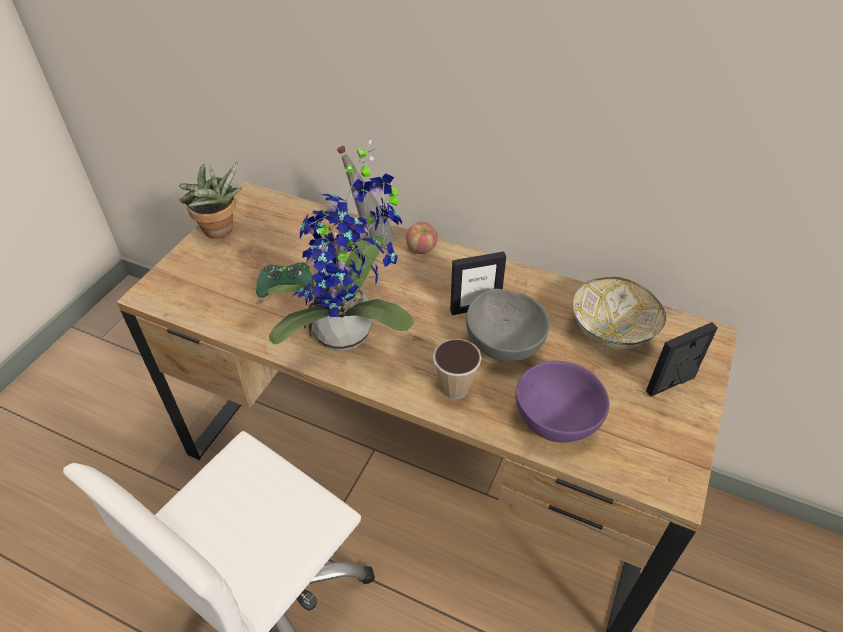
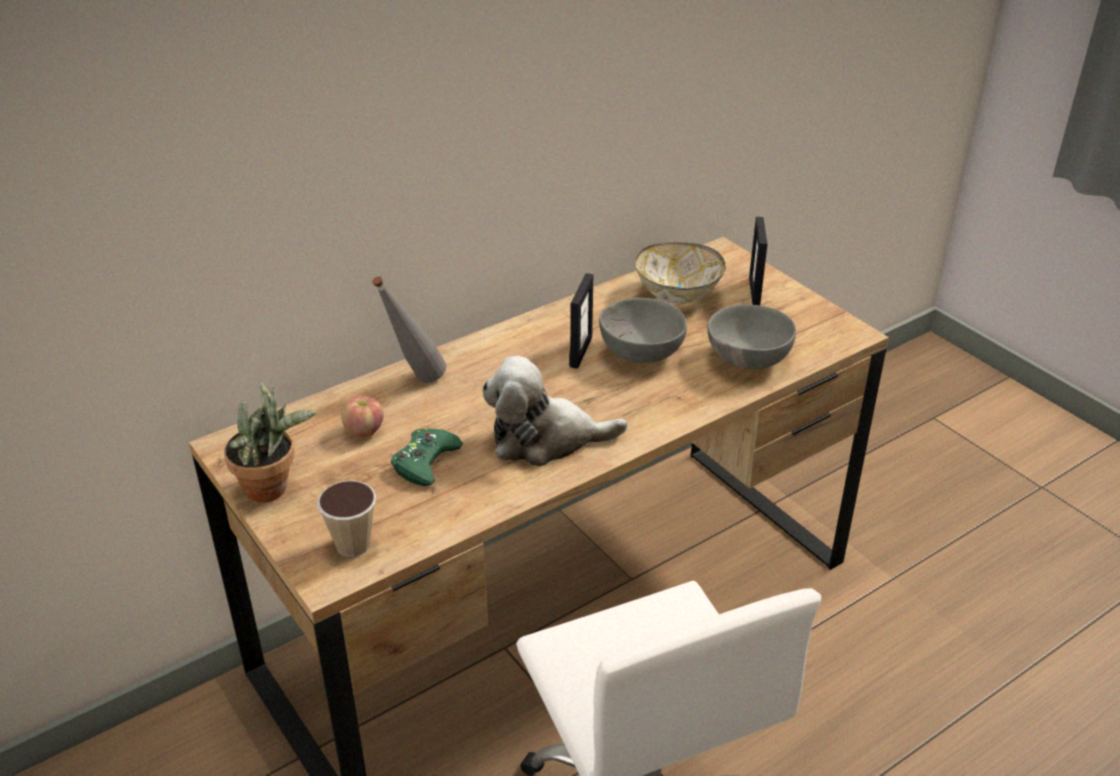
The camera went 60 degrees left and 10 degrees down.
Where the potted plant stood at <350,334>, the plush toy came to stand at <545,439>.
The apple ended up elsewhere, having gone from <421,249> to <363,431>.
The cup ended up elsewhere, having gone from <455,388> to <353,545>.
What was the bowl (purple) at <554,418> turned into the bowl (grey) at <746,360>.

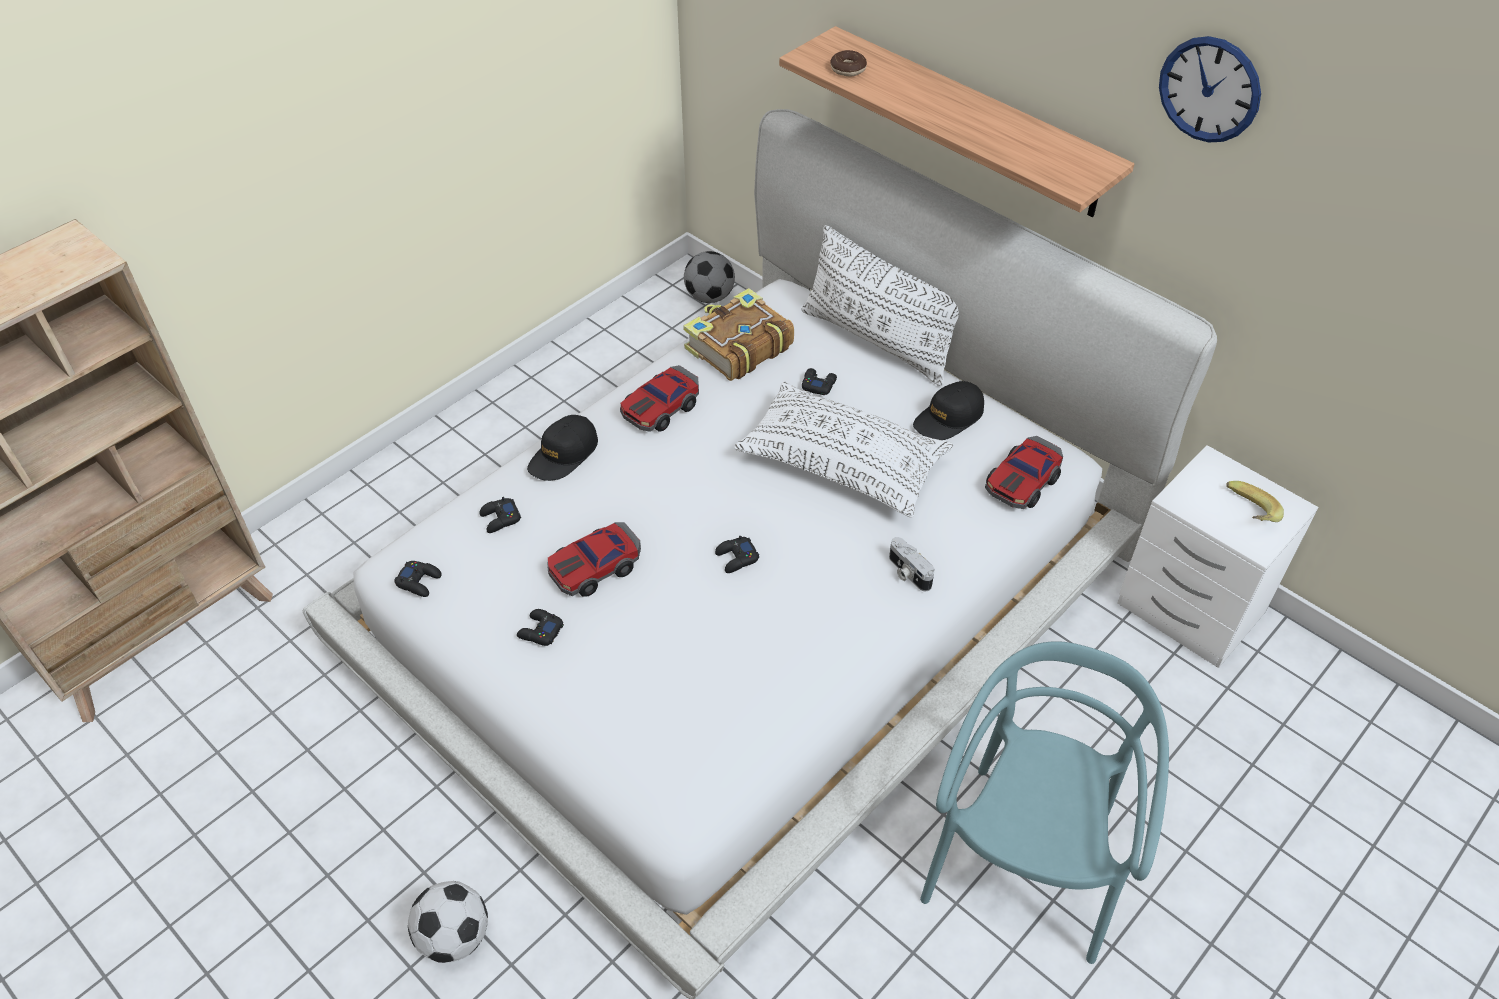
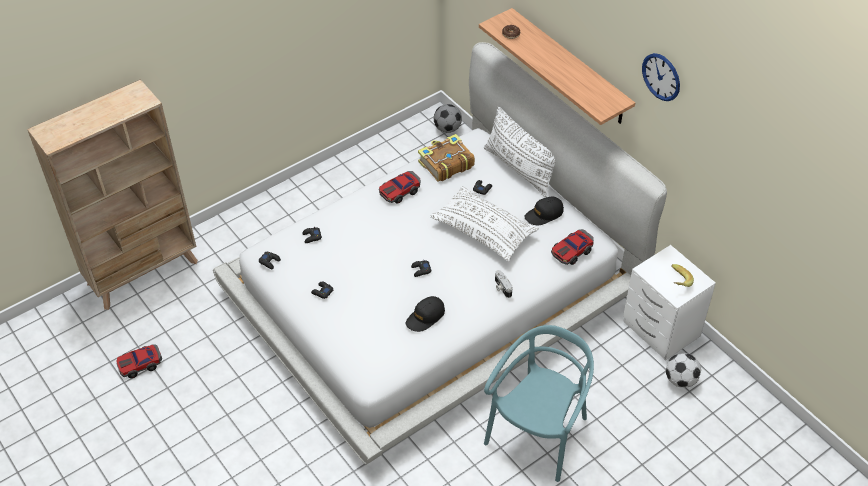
The camera went 10 degrees right and 0 degrees up.
The cap (black) ended up elsewhere, having gone from <563,455> to <425,317>.
The toy car ended up elsewhere, having gone from <595,568> to <140,364>.
The football ended up elsewhere, having gone from <454,937> to <680,380>.

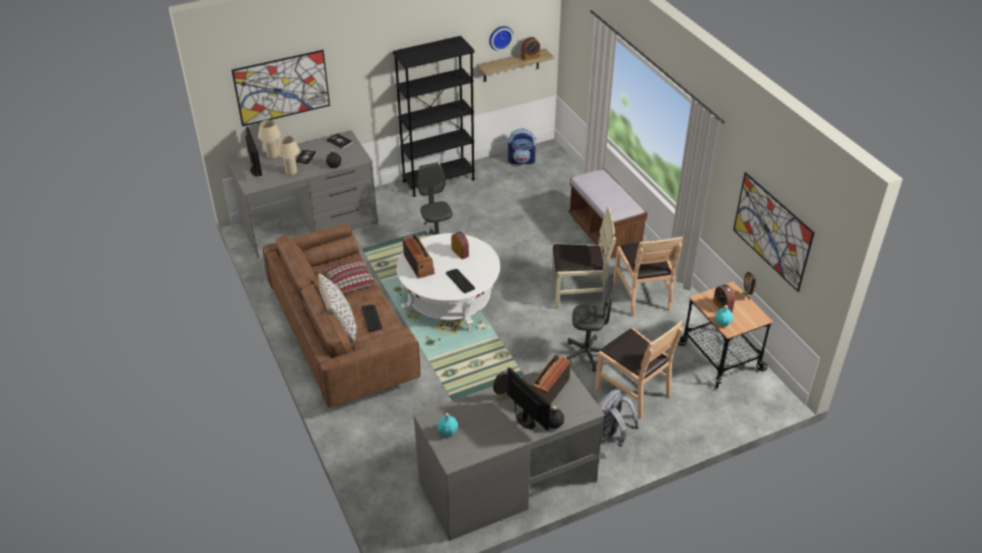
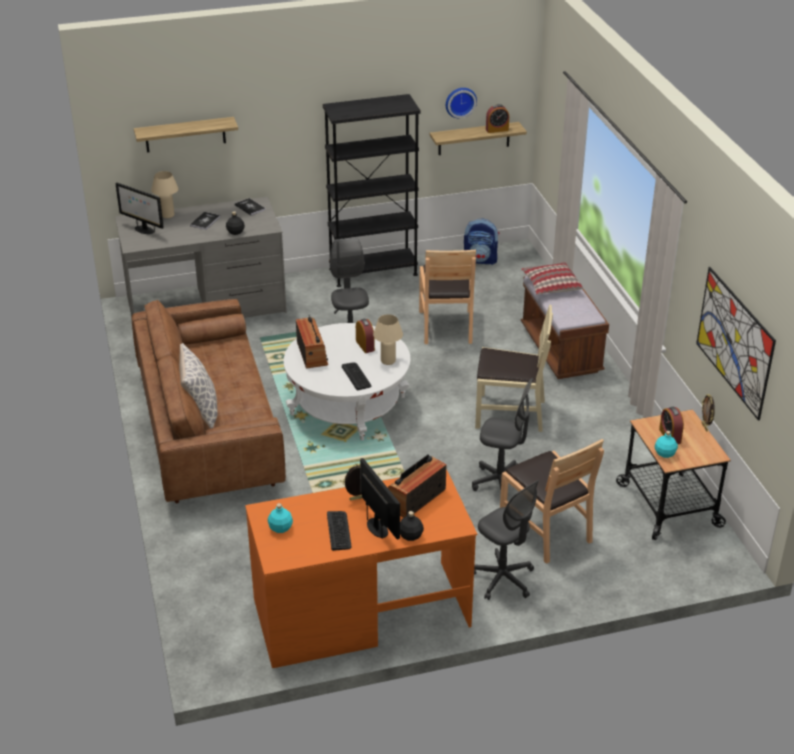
The camera went 10 degrees right and 5 degrees down.
Where the picture hung at <282,88>, the shelf came to hang at <185,134>.
The monitor at <256,171> ended up facing another way, 135 degrees clockwise from before.
The table lamp (beige) ended up elsewhere, having gone from <291,172> to <388,361>.
The chair (brown) ended up elsewhere, having gone from <642,295> to <446,326>.
The pillow ended up elsewhere, having gone from <349,282> to <551,285>.
The keyboard ended up elsewhere, having gone from <372,318> to <339,531>.
What was the desk (grey) at <507,481> turned into the desk (orange) at <360,612>.
Where the backpack (grey) stood at <610,437>, the office chair (grey) came to stand at <503,579>.

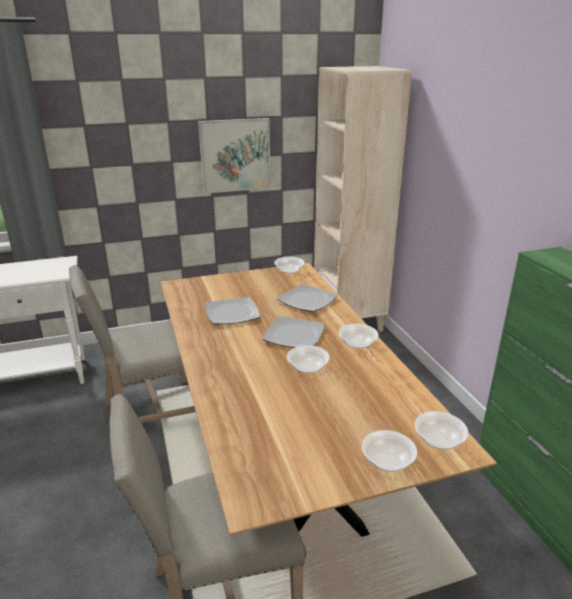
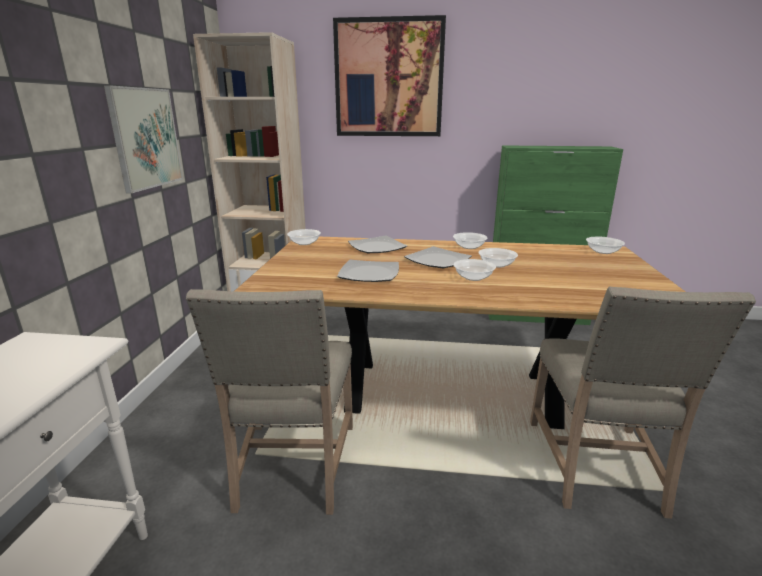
The camera went 65 degrees left and 5 degrees down.
The bowl ended up elsewhere, having gone from <387,461> to <473,277>.
The second view gained the picture at <388,79>.

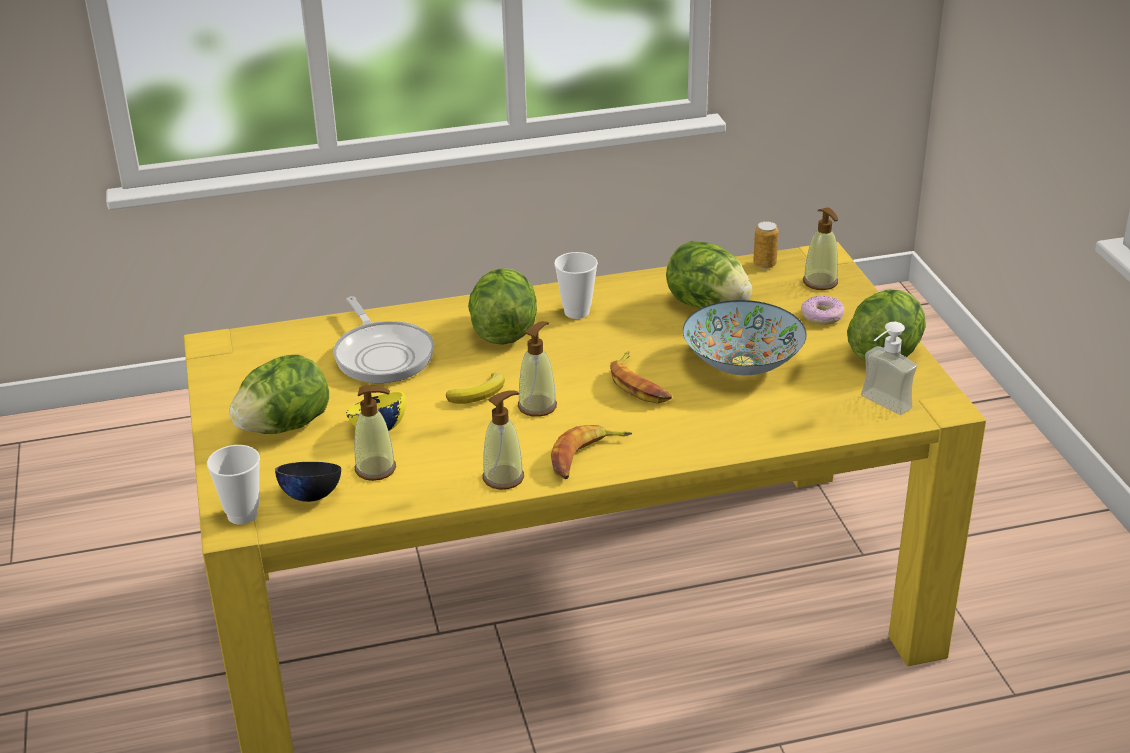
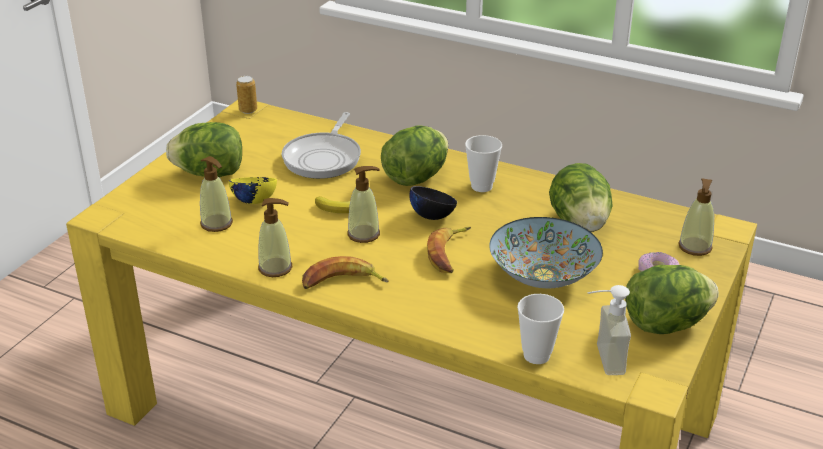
The camera went 40 degrees right and 0 degrees up.
The can ended up elsewhere, having gone from <764,264> to <248,110>.
The cup ended up elsewhere, having gone from <242,515> to <536,355>.
The bowl (black) ended up elsewhere, having gone from <311,495> to <433,216>.

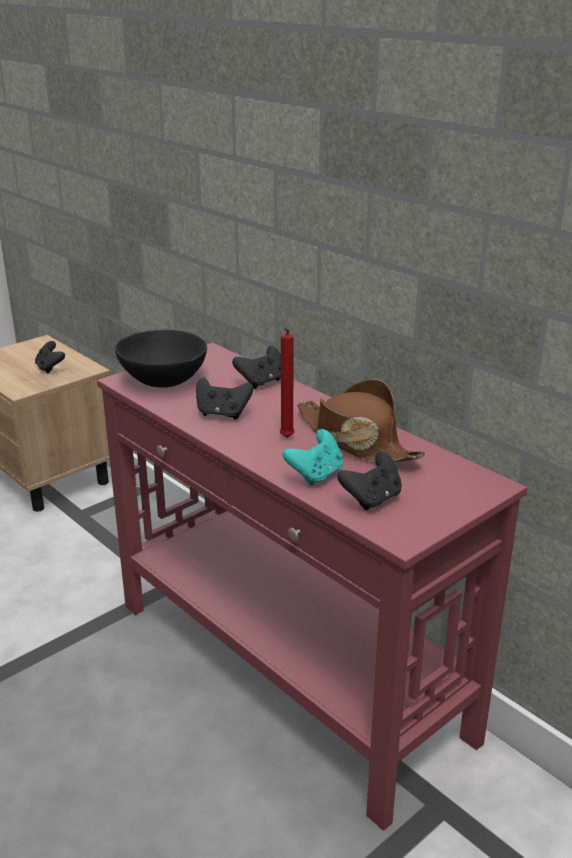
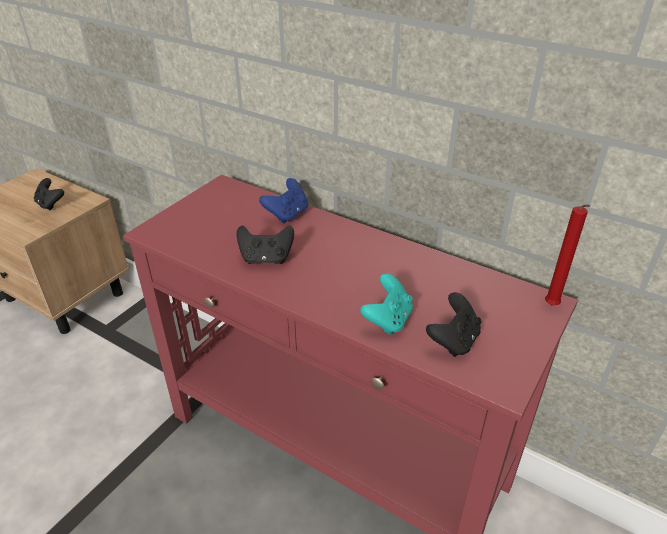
The camera went 15 degrees left and 10 degrees up.
The candle (red) ended up elsewhere, having gone from <286,438> to <552,307>.
The second view lost the bowl (black) at <163,380>.
What was the game controller (black) at <261,382> turned into the game controller (blue) at <287,214>.
The second view lost the hat (brown) at <355,440>.

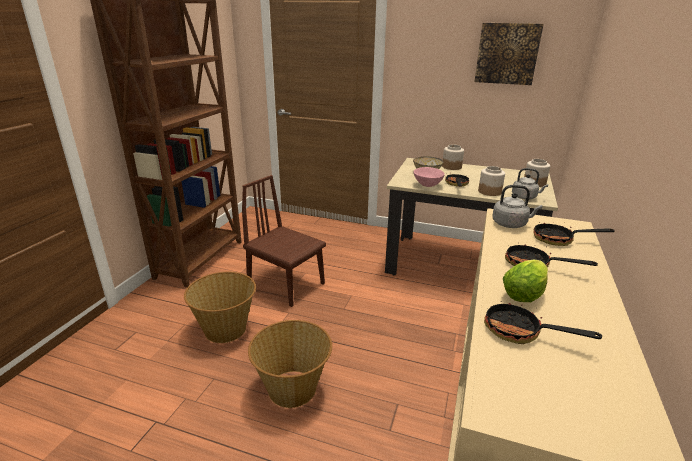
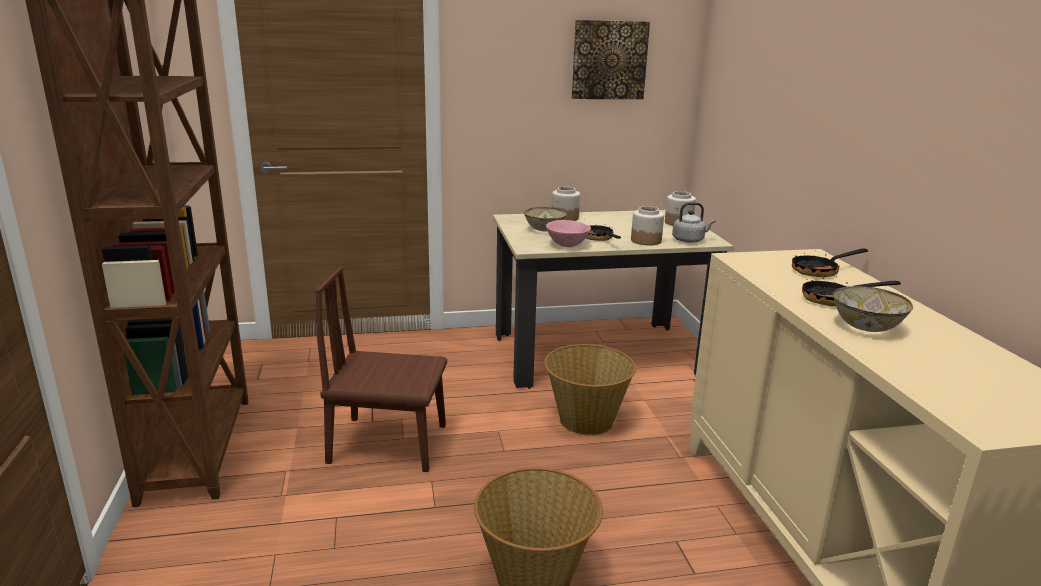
The camera went 30 degrees left and 5 degrees down.
The second view lost the kettle (grey) at <511,224>.
Where the lettuce stood at <525,293>, the bowl came to stand at <865,327>.
The basket ended up elsewhere, having gone from <226,329> to <586,420>.
The second view lost the frying pan at <520,332>.

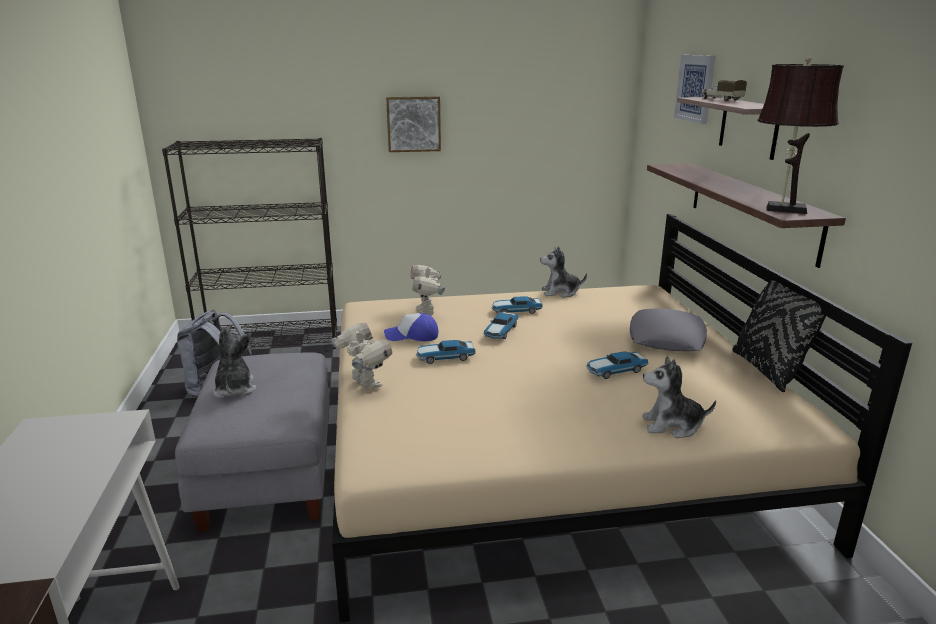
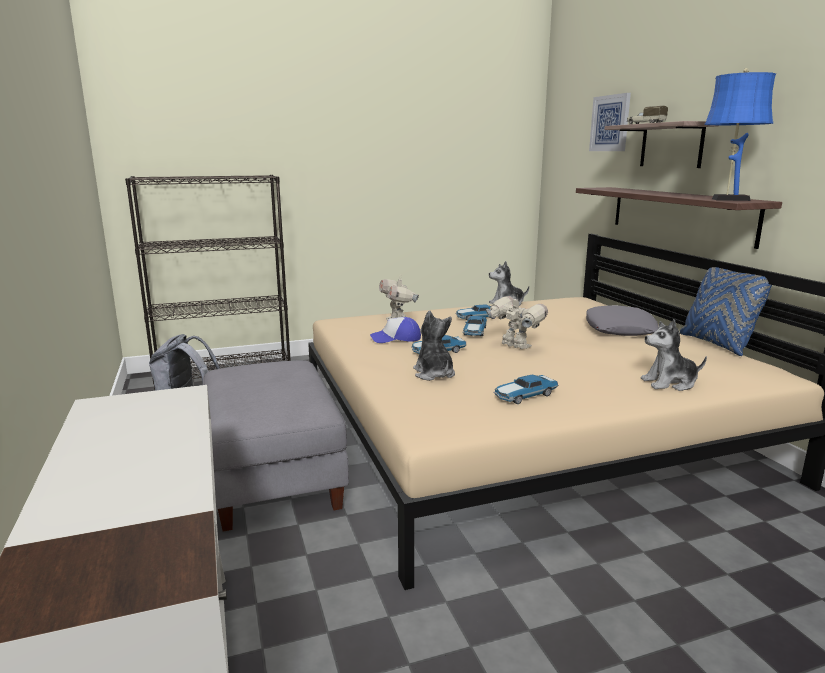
The camera went 10 degrees left and 5 degrees down.
What was the table lamp (brown) at <781,209> turned into the table lamp (blue) at <726,199>.
The second view lost the picture at <413,124>.
What was the pillow (black) at <767,370> turned into the pillow (blue) at <717,344>.
The toy robot ended up elsewhere, having gone from <364,384> to <514,346>.
The plush toy ended up elsewhere, having gone from <234,389> to <434,374>.
The toy car ended up elsewhere, having gone from <615,370> to <524,396>.

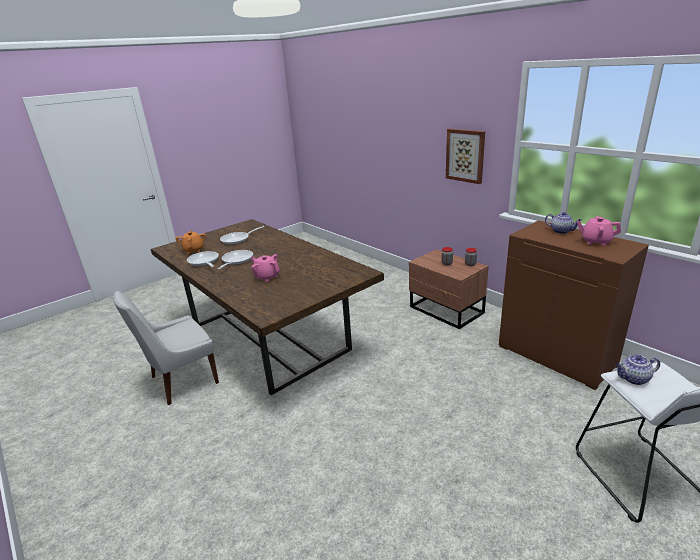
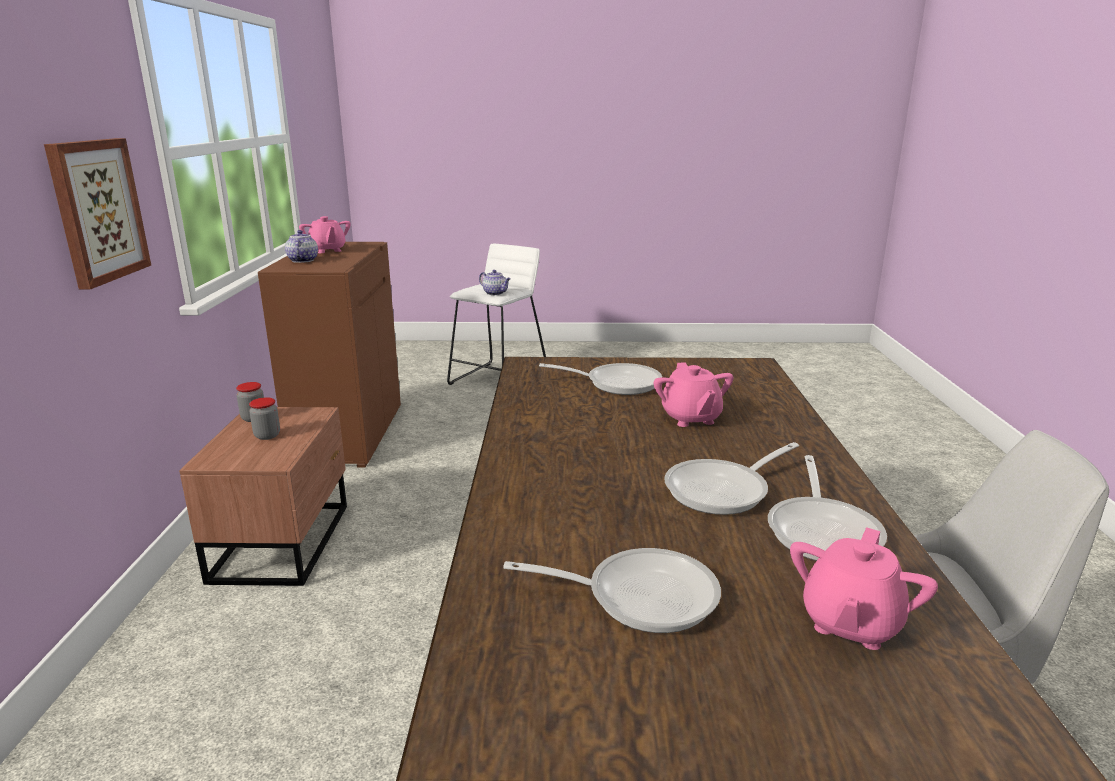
The camera went 140 degrees left and 5 degrees down.
What was the teapot (orange) at <193,250> turned into the teapot (pink) at <850,623>.
The second view gained the frying pan at <616,383>.

